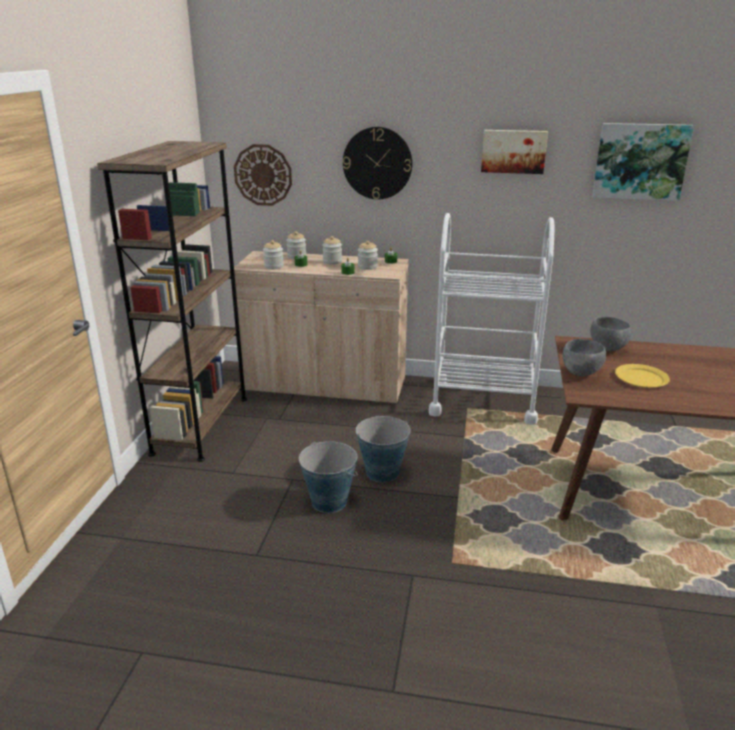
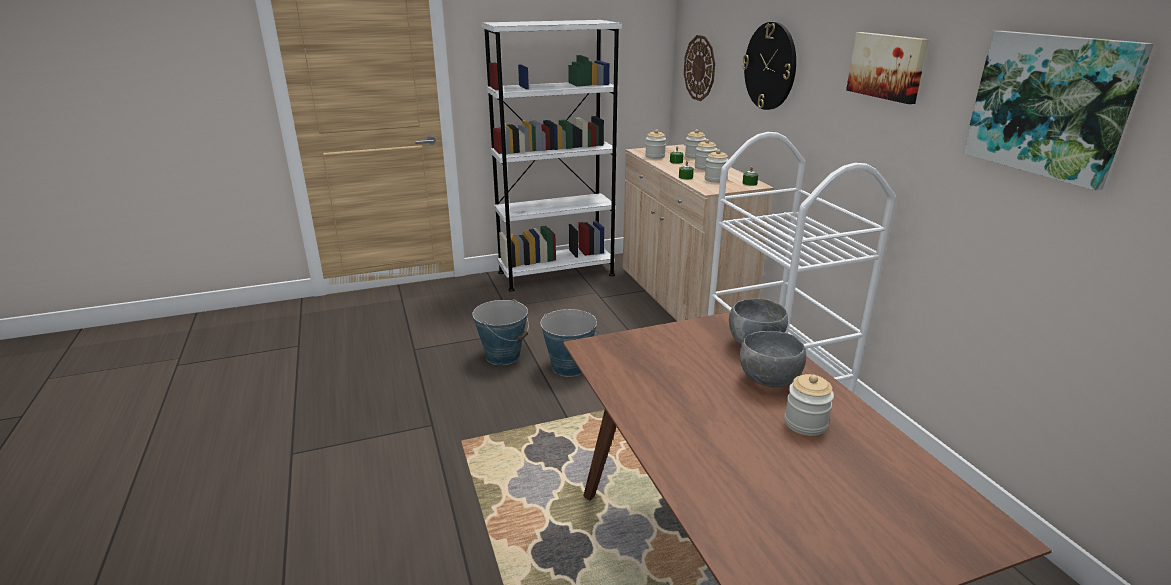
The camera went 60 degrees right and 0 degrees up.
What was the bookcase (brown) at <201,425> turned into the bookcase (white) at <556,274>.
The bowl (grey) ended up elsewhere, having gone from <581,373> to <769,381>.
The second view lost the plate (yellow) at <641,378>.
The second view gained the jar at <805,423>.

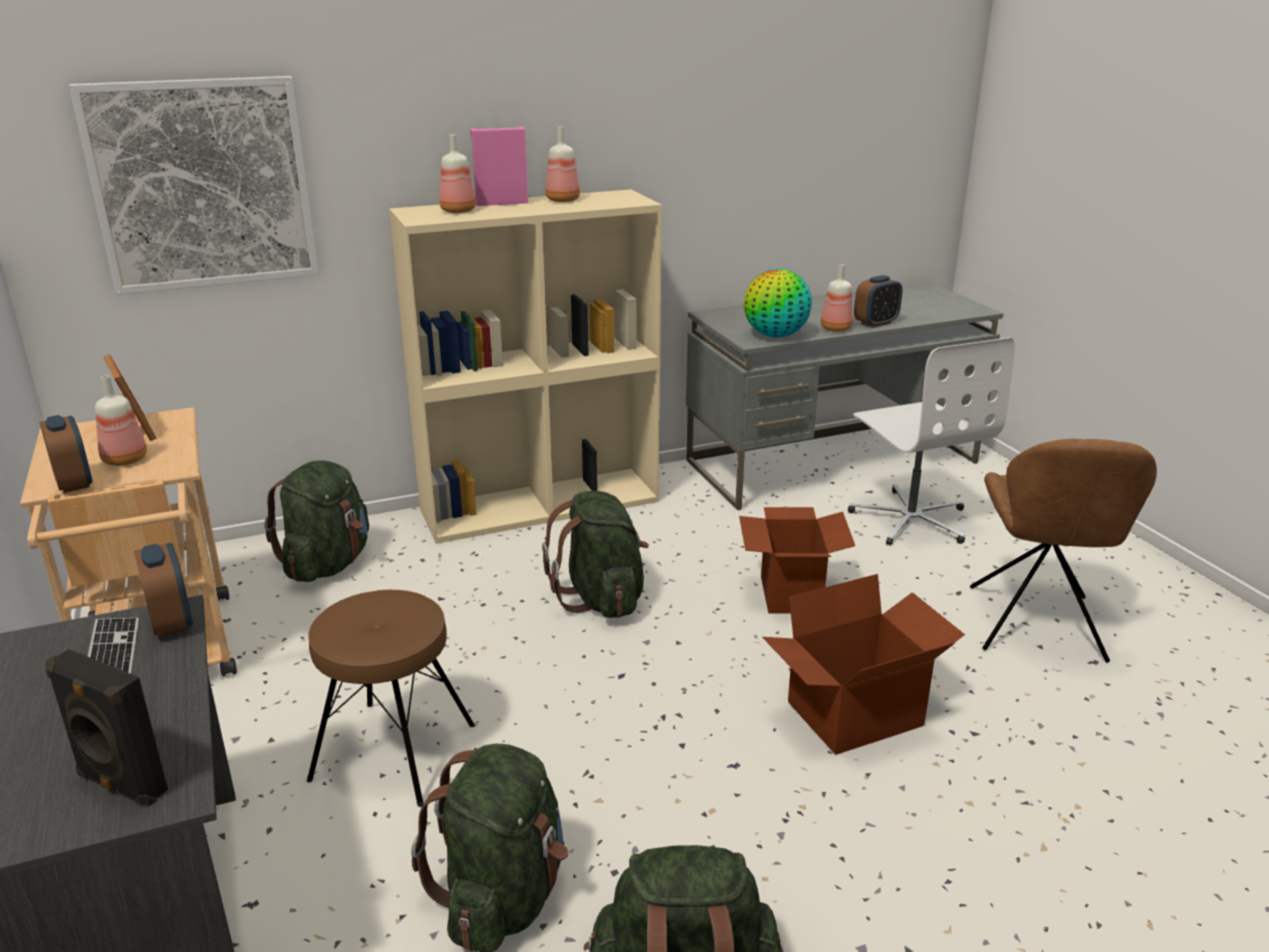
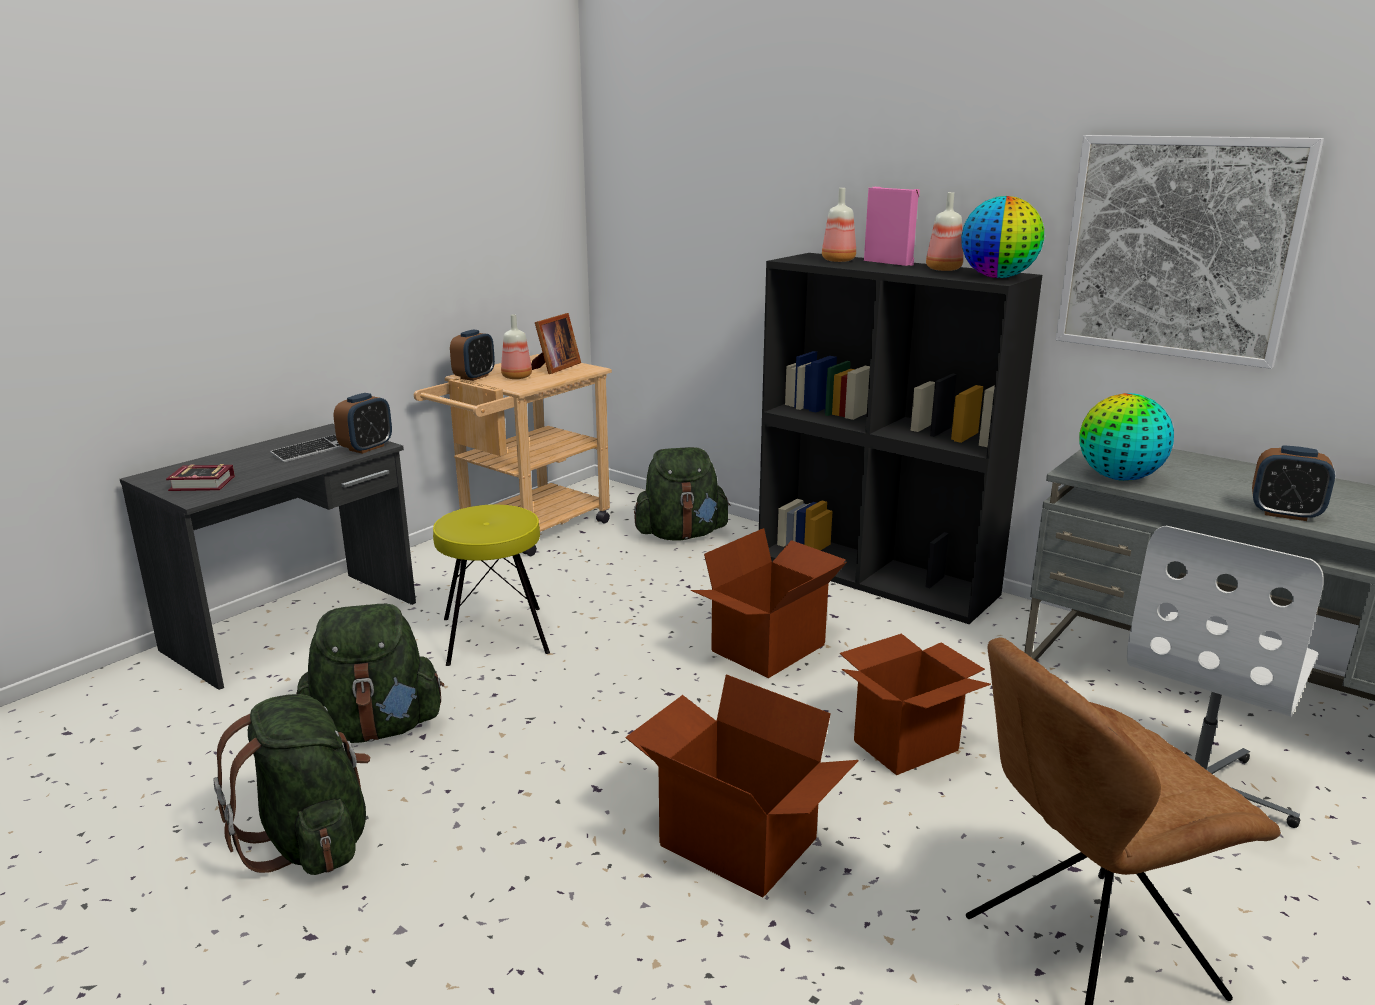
The camera went 60 degrees right and 5 degrees down.
The picture ended up elsewhere, having gone from <202,185> to <1178,248>.
What was the bookcase (beige) at <541,504> turned into the bookcase (black) at <877,576>.
The second view lost the bottle at <834,328>.
Where the backpack (green) stood at <601,598>, the cardboard box came to stand at <770,649>.
What was the stool (brown) at <394,752> turned into the stool (yellow) at <494,636>.
Where the speaker (black) stood at <120,784>, the book came to stand at <204,484>.
The second view gained the globe at <998,277>.

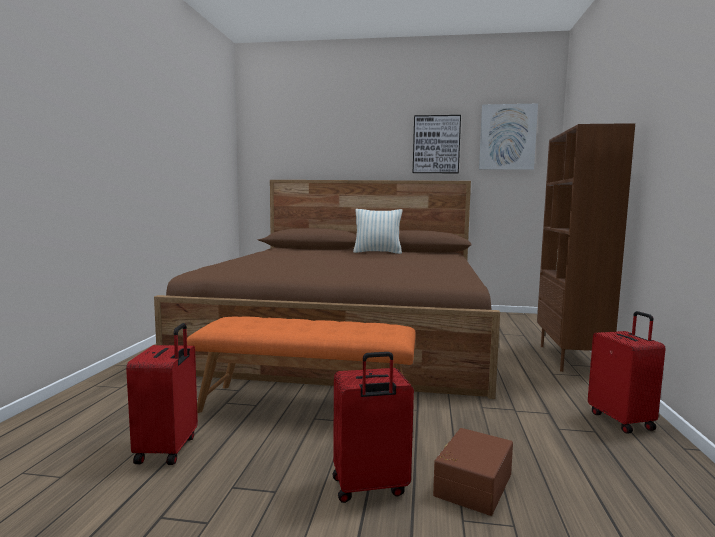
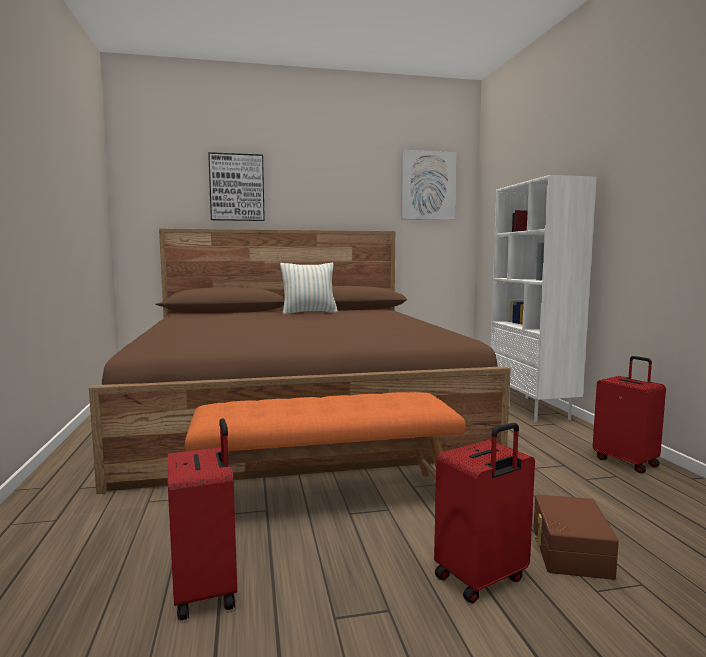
The camera went 20 degrees left and 0 degrees up.
The picture ended up elsewhere, having gone from <436,144> to <237,187>.
What was the bookcase (brown) at <571,359> turned into the bookcase (white) at <532,409>.

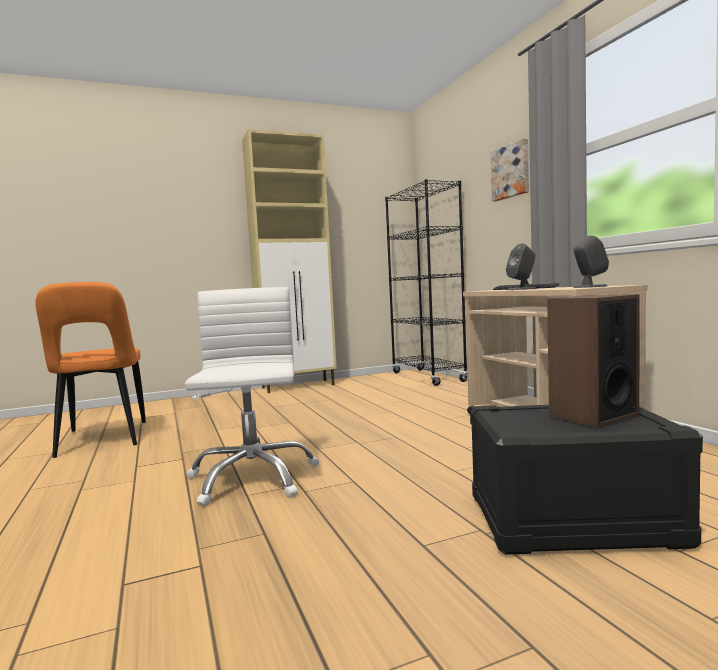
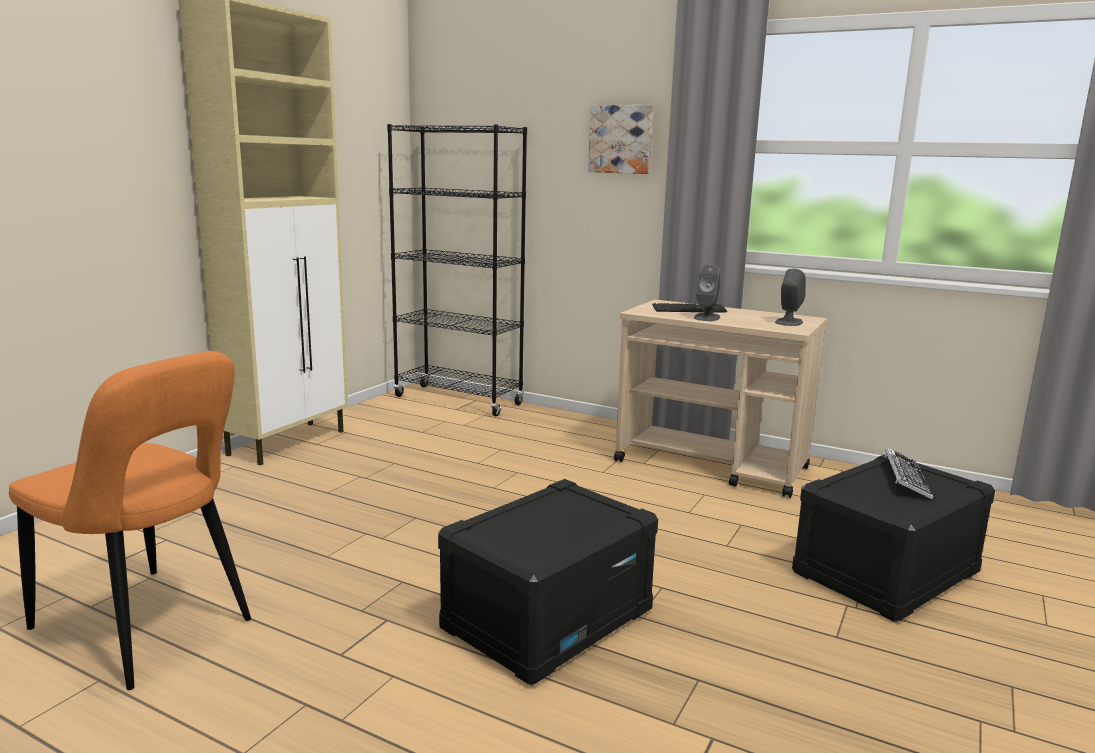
The camera went 40 degrees left and 10 degrees up.
Where the office chair (white) stood at <252,478>, the storage box (black) came to stand at <548,619>.
Where the speaker stood at <592,415>, the keyboard came to stand at <905,479>.

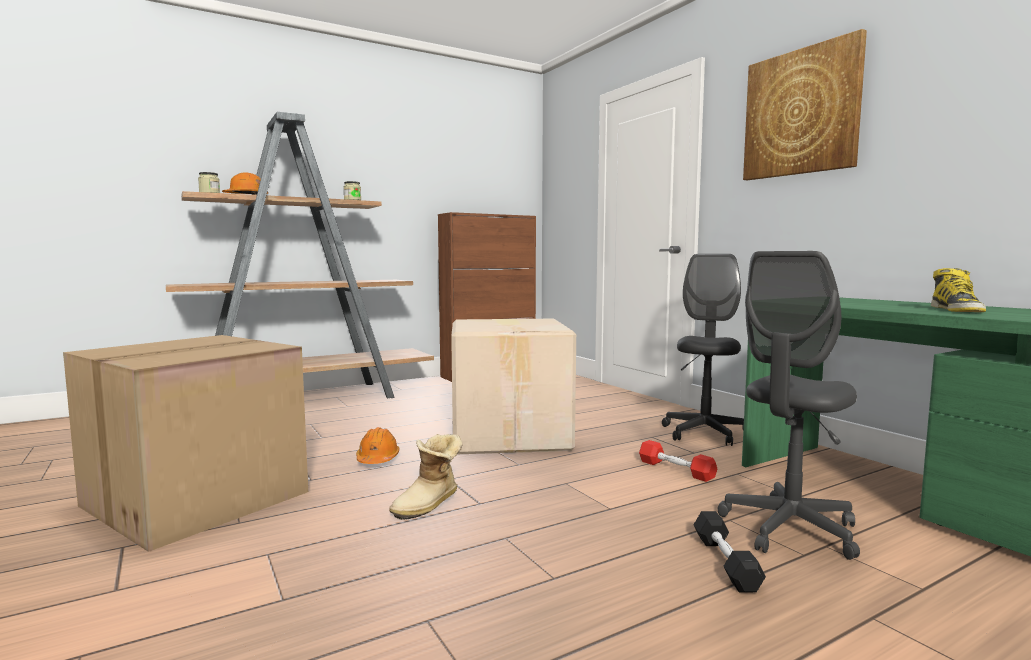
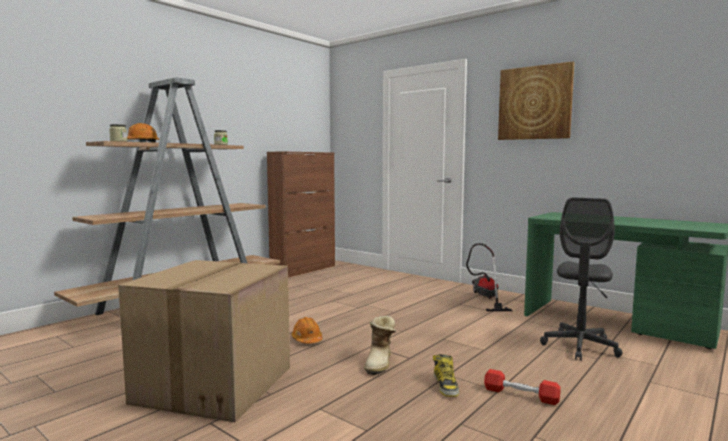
The camera went 20 degrees left and 0 degrees up.
Where the office chair (black) stood at <704,433>, the vacuum cleaner came to stand at <485,298>.
The boot ended up elsewhere, having gone from <957,310> to <446,386>.
The second view lost the cardboard box at <511,434>.
The dumbbell (red) ended up elsewhere, having gone from <676,470> to <520,395>.
The second view lost the dumbbell (black) at <725,562>.

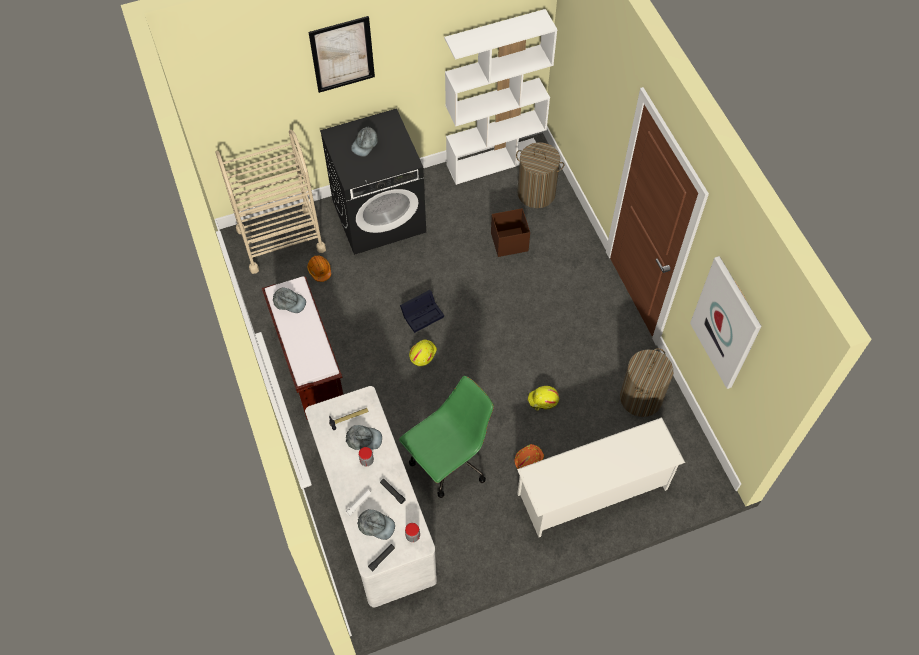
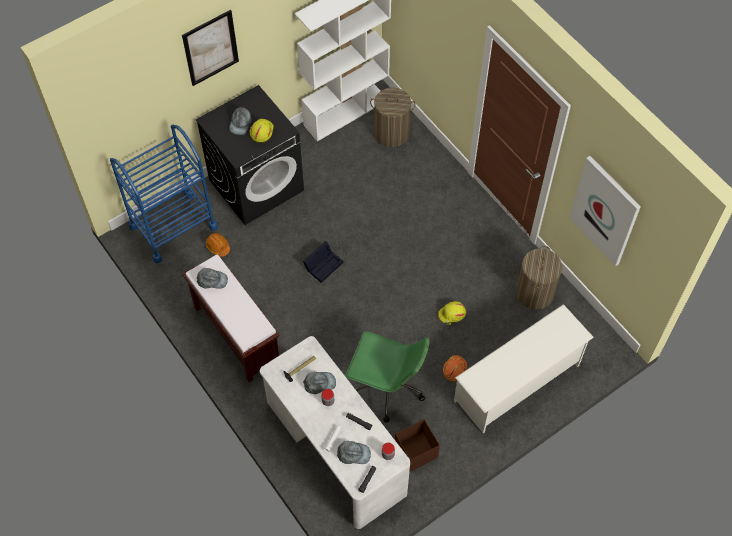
The camera went 15 degrees left and 0 degrees up.
What was the cart (beige) at <281,239> turned into the cart (blue) at <173,226>.
The storage box (brown) ended up elsewhere, having gone from <508,242> to <415,452>.
The hard hat (yellow) ended up elsewhere, having gone from <422,353> to <261,131>.
The office chair (green) at <449,462> ended up facing another way, 75 degrees clockwise from before.

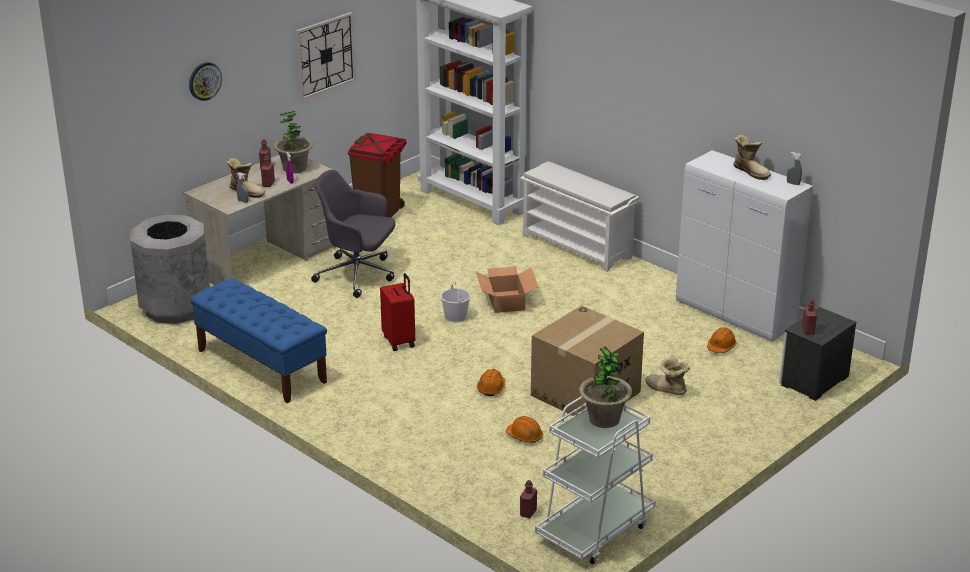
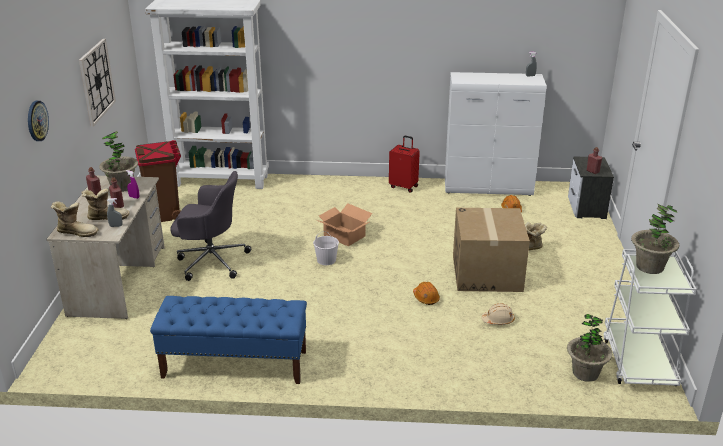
The camera went 40 degrees left and 0 degrees up.
The boot ended up elsewhere, having gone from <751,172> to <77,232>.
The second view lost the shoe rack (white) at <578,246>.
The office chair (grey) at <358,275> ended up facing another way, 150 degrees counterclockwise from before.
The second view lost the trash can (grey) at <176,308>.
The suitcase (red) ended up elsewhere, having gone from <399,341> to <404,186>.
What was the hard hat (orange) at <524,436> turned into the hard hat (beige) at <498,320>.
Where the bottle (red) stood at <528,513>, the potted plant came to stand at <585,373>.

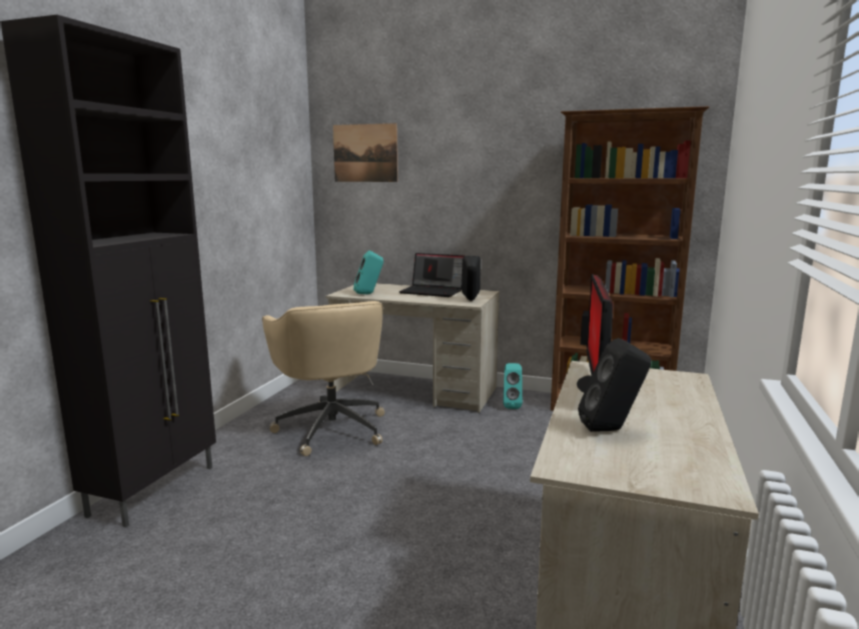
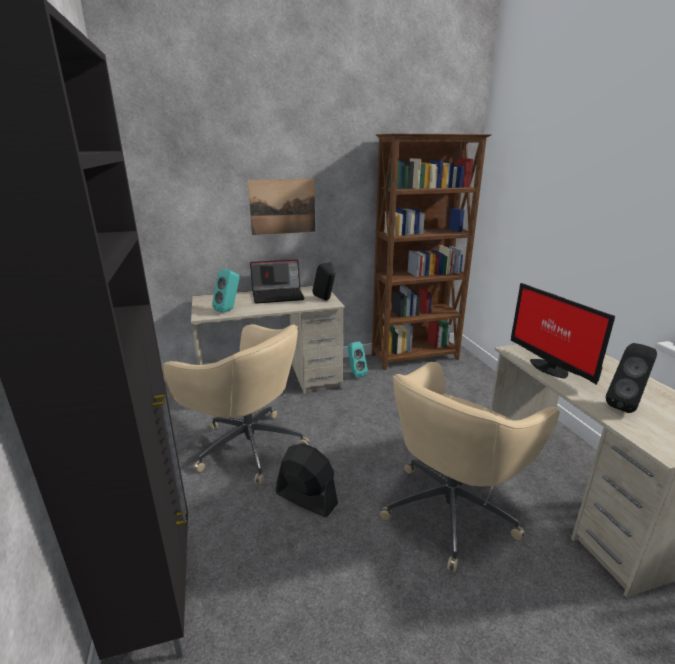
The camera went 35 degrees left and 10 degrees up.
The picture ended up elsewhere, having gone from <365,153> to <282,206>.
The second view gained the office chair (beige) at <451,508>.
The second view gained the fan (black) at <306,498>.

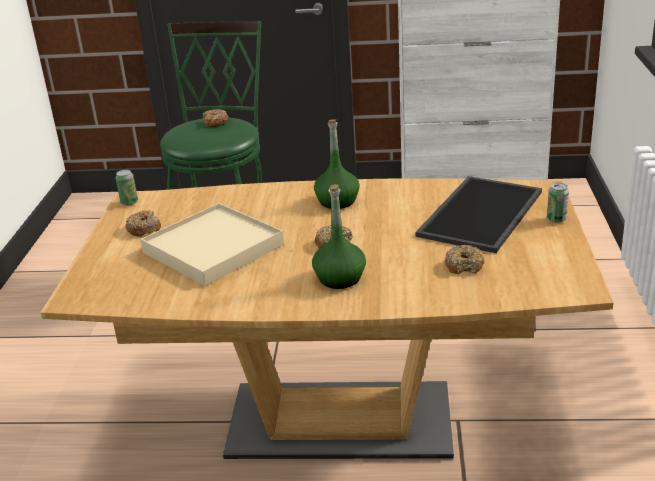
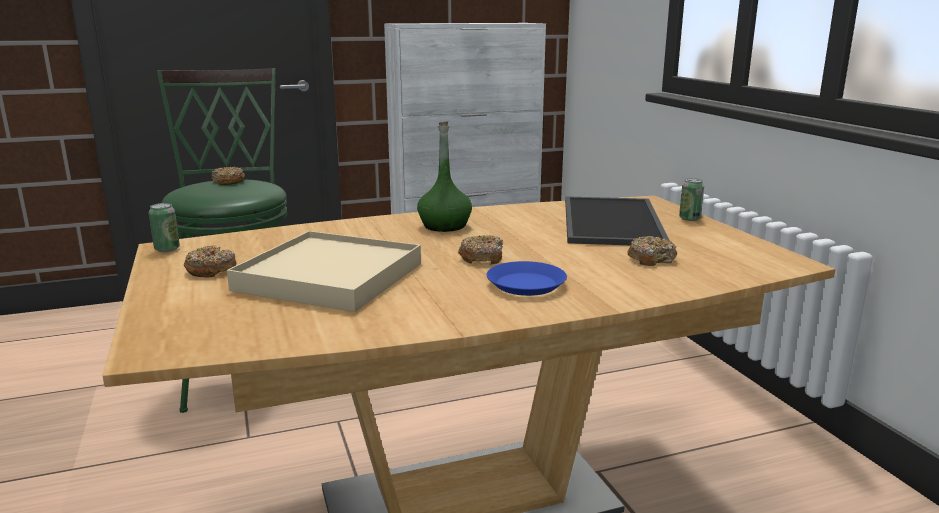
The camera went 25 degrees left and 10 degrees down.
Where the bottle (green) stood at <340,279>, the plate (blue) came to stand at <526,284>.

